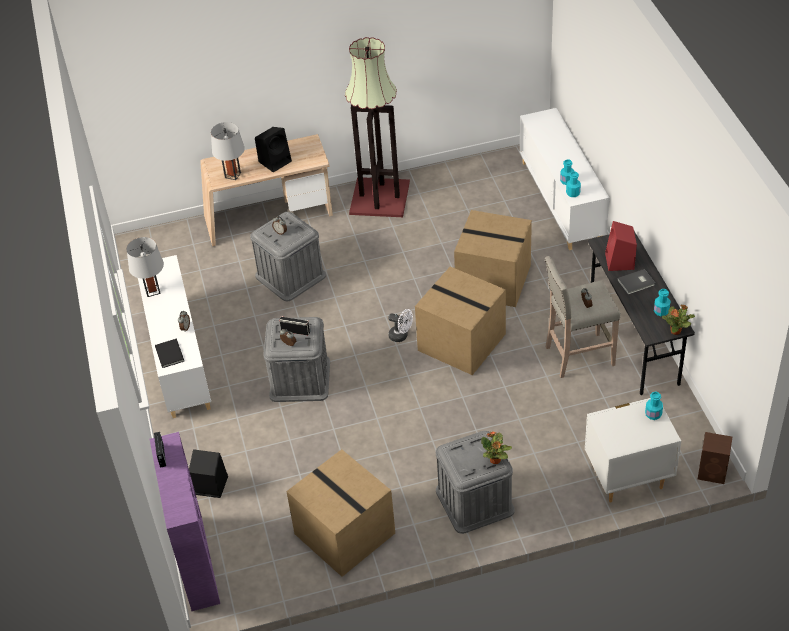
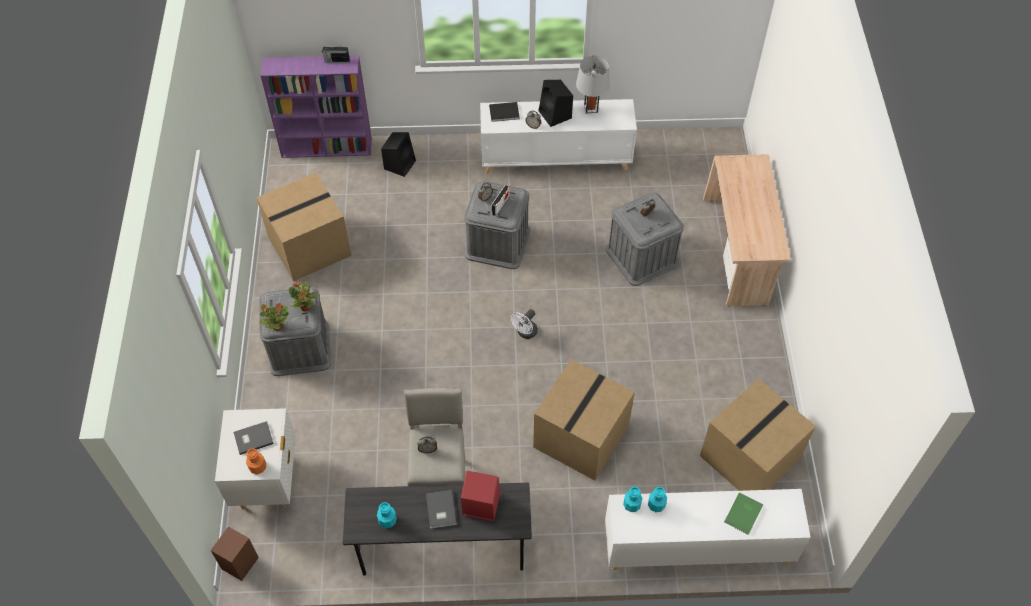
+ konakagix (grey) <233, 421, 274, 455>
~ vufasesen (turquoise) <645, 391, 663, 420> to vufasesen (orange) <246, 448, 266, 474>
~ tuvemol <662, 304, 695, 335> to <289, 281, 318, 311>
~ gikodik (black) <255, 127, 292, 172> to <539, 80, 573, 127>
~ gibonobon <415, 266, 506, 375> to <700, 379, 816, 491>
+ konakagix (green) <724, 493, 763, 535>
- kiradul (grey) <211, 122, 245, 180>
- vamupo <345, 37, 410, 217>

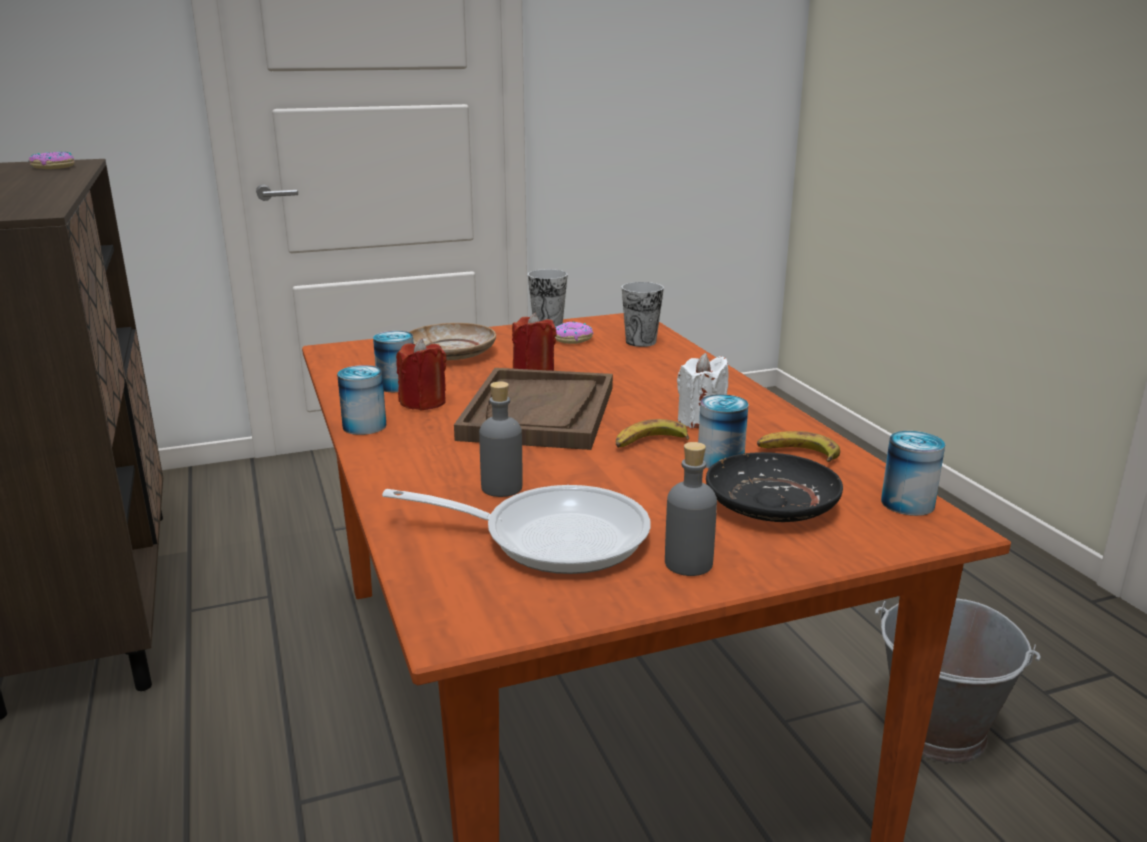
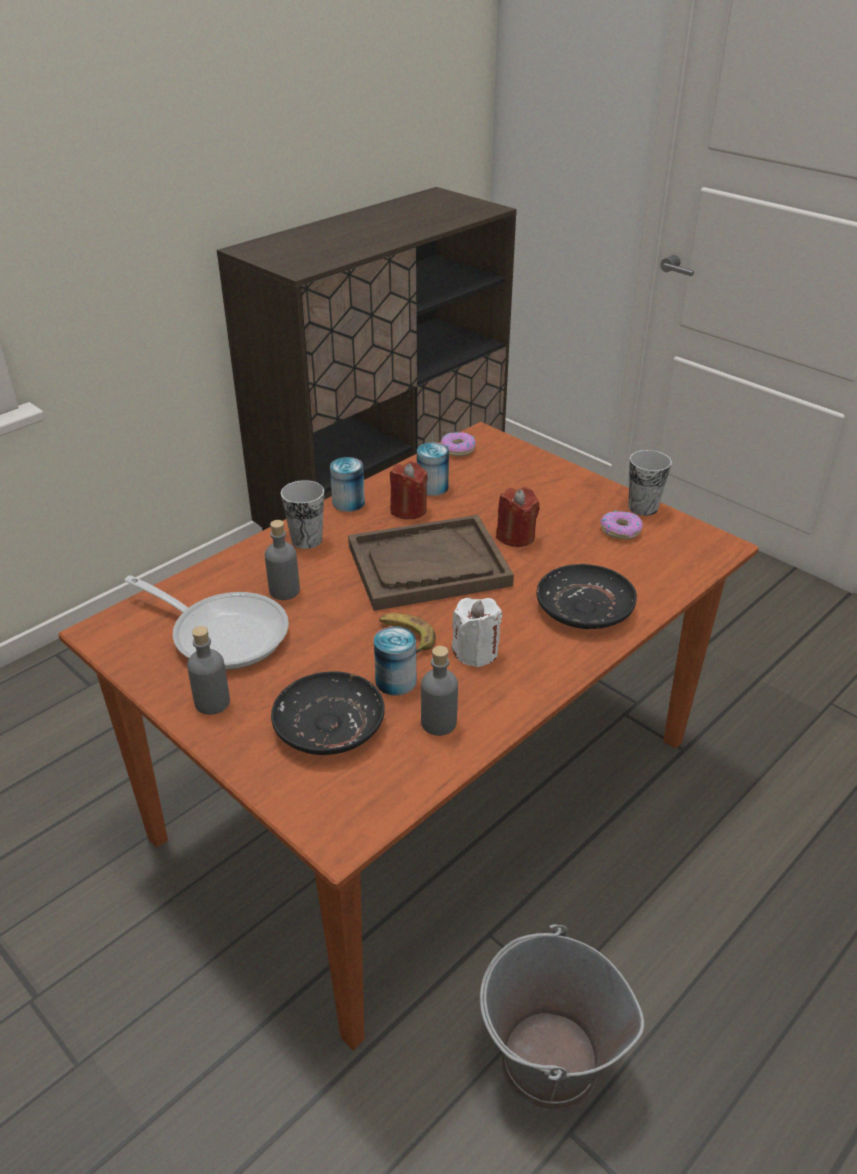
~ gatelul <382, 485, 650, 574> = <124, 575, 289, 670> 45 degrees counterclockwise
~ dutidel <622, 282, 664, 347> to <281, 480, 324, 549>
~ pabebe <757, 431, 840, 462> to vufasesen (grey) <421, 646, 458, 736>
~ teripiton <28, 152, 75, 169> to <441, 432, 476, 456>
+ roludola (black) <536, 564, 637, 629>
- roludola (beige) <409, 323, 496, 360>
- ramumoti <881, 431, 945, 516>

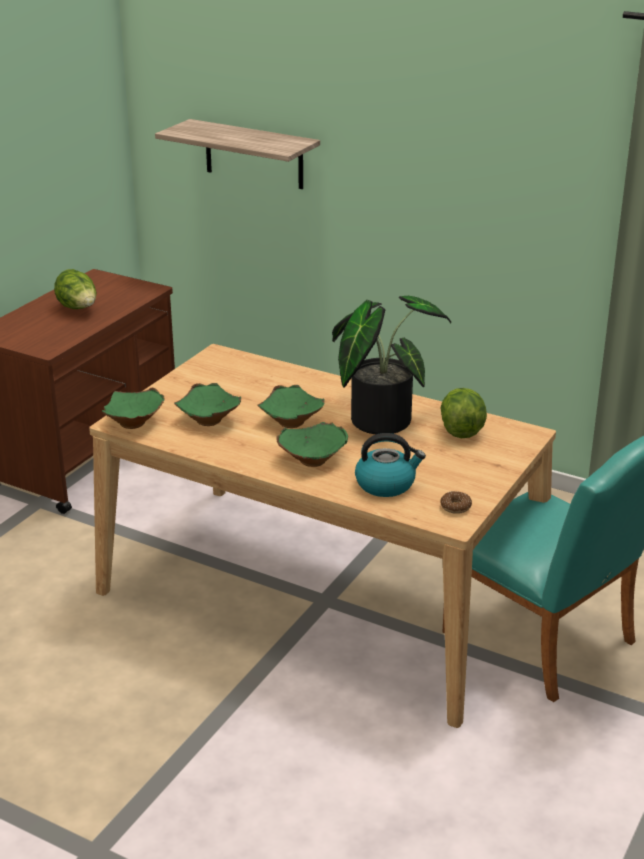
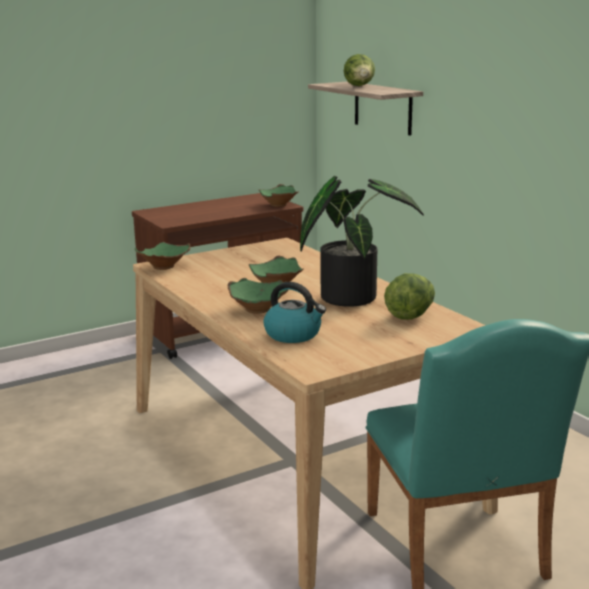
~ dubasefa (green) <174, 383, 241, 426> to <259, 184, 299, 207>
~ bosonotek <54, 269, 97, 309> to <344, 54, 375, 86>
- teripiton <440, 491, 472, 514>

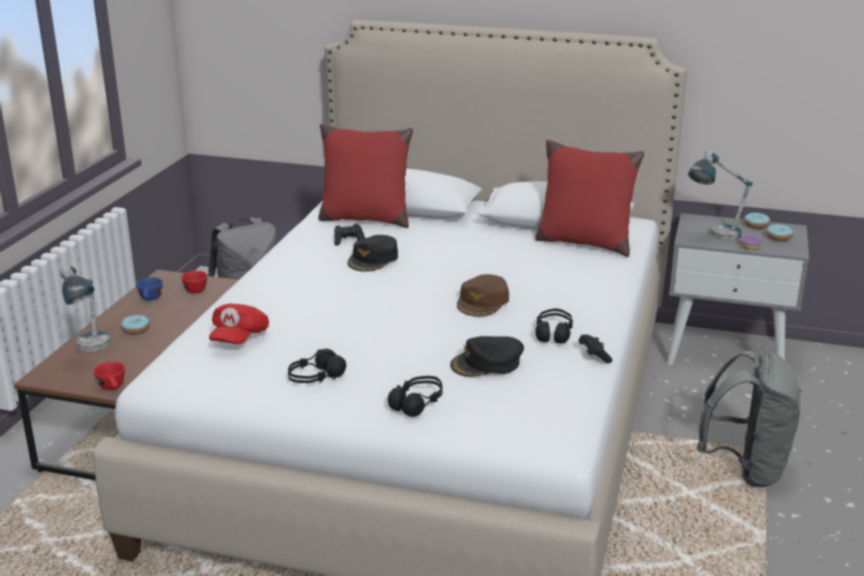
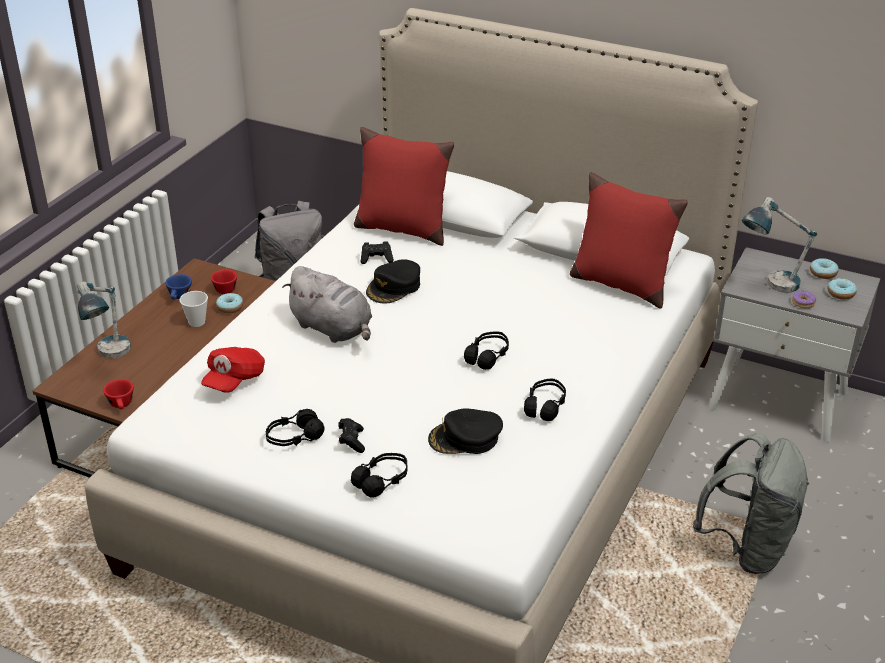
+ dutidel <179, 291, 208, 327>
~ teripiton <121, 315, 150, 334> to <216, 293, 243, 313>
+ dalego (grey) <283, 266, 372, 343>
~ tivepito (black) <579, 334, 613, 363> to <338, 418, 365, 453>
~ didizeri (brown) <457, 274, 509, 317> to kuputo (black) <464, 331, 509, 370>

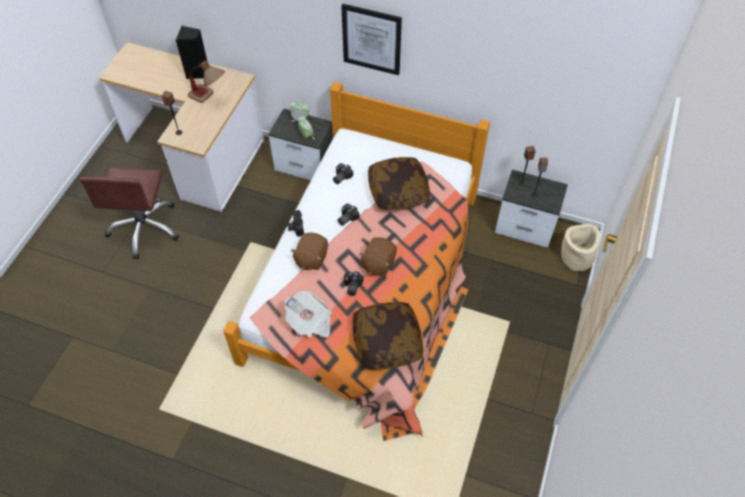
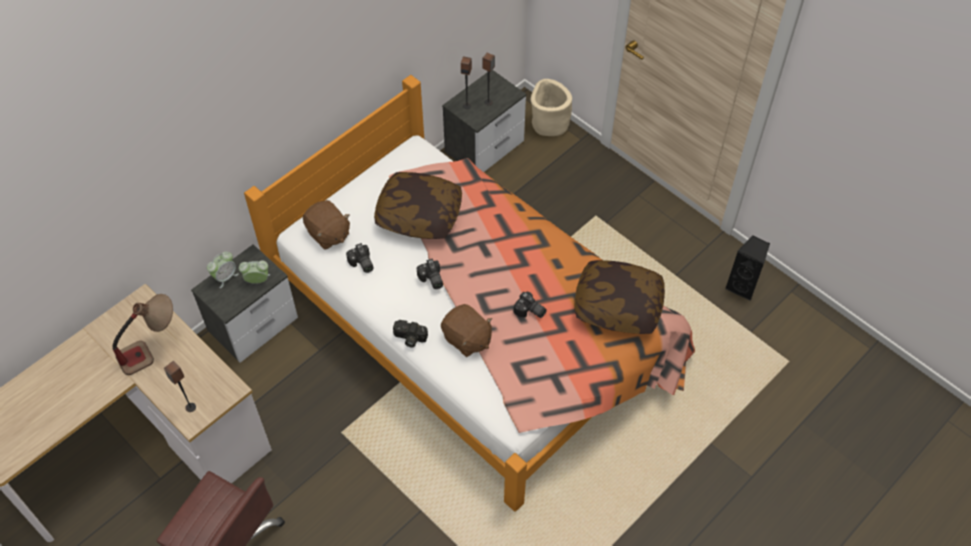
~ dalego (brown) <359, 237, 397, 276> to <303, 200, 350, 250>
~ gikodik (black) <176, 26, 207, 79> to <725, 235, 770, 301>
- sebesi <284, 291, 332, 337>
- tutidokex <341, 4, 402, 75>

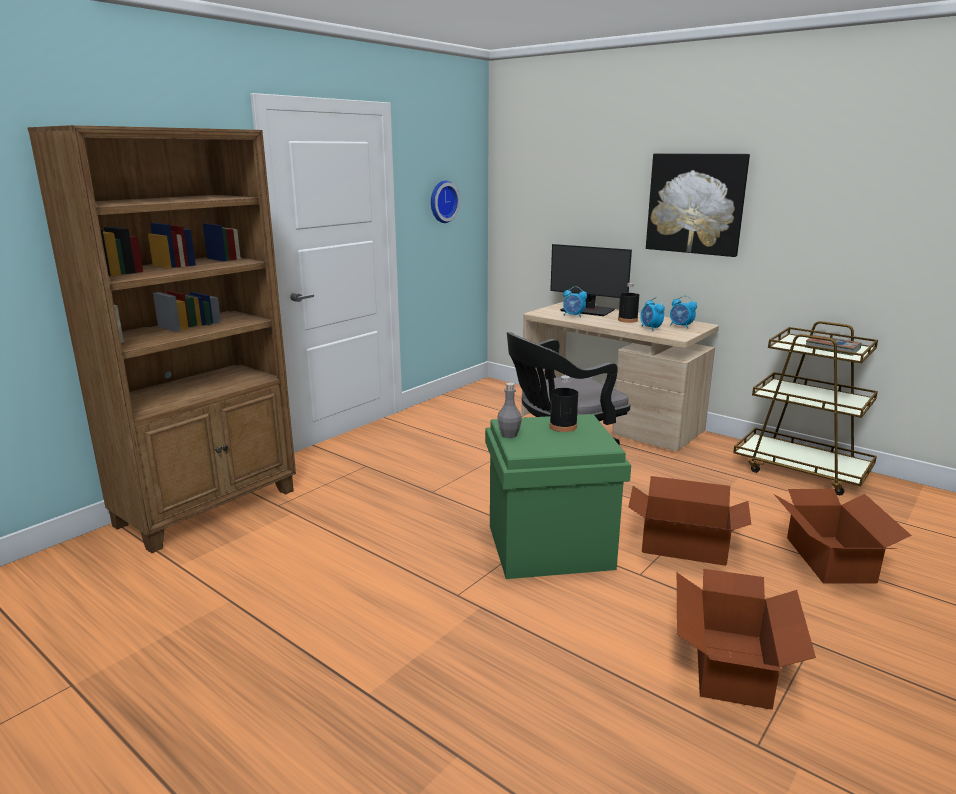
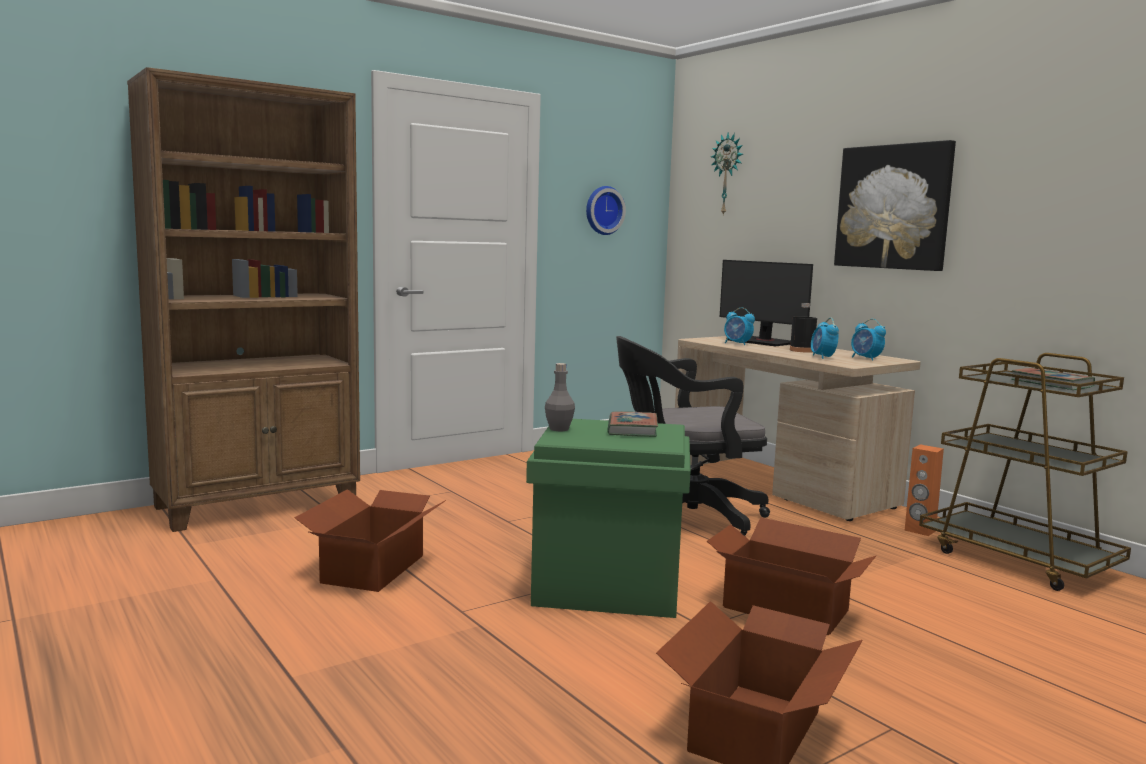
~ gibonobon <774, 489, 912, 584> to <294, 489, 446, 592>
~ vufasesen (black) <550, 375, 578, 432> to konakagix <607, 411, 658, 437>
+ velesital <711, 132, 743, 215>
+ gikodik (orange) <905, 444, 944, 536>

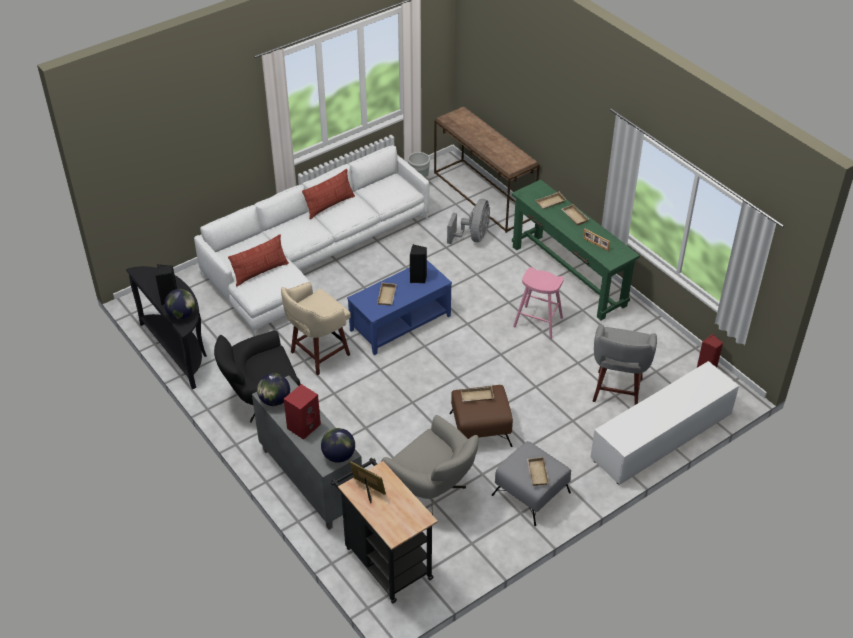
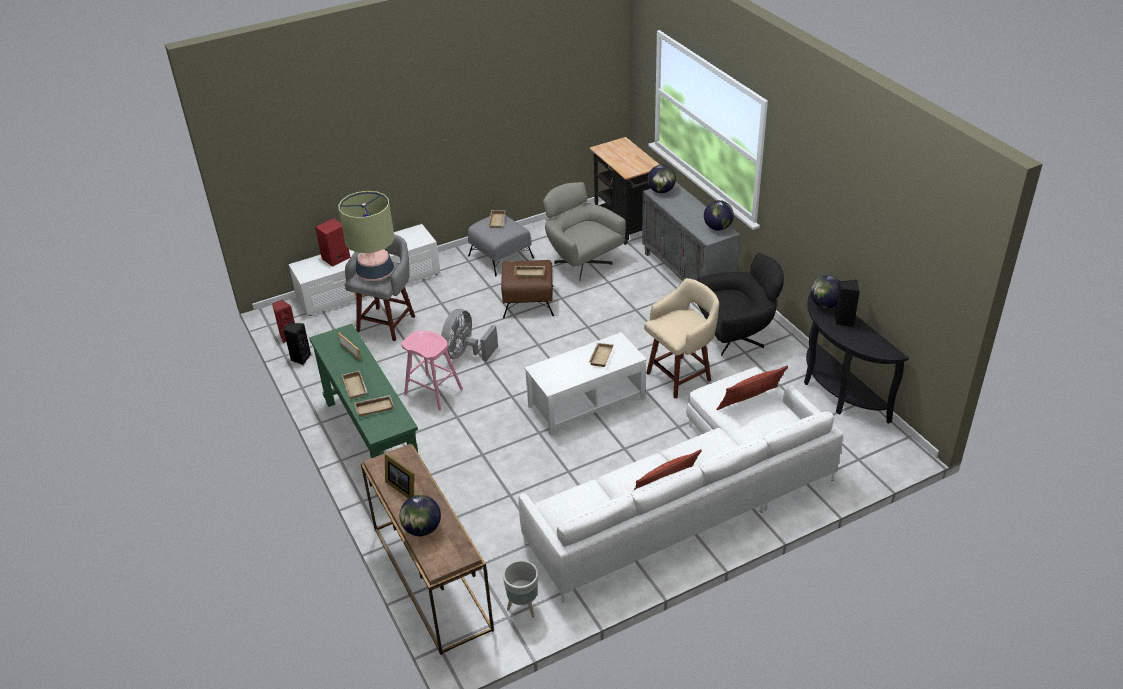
~ gikodik (black) <410, 244, 427, 283> to <283, 323, 311, 365>
~ gikodik (red) <284, 384, 321, 440> to <315, 218, 350, 267>
+ kiradul <339, 191, 395, 281>
~ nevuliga <350, 461, 386, 503> to <385, 454, 415, 499>
+ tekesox <400, 495, 441, 536>
~ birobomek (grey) <447, 199, 490, 244> to <441, 309, 498, 361>
~ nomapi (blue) <347, 260, 452, 355> to nomapi (white) <525, 332, 647, 436>

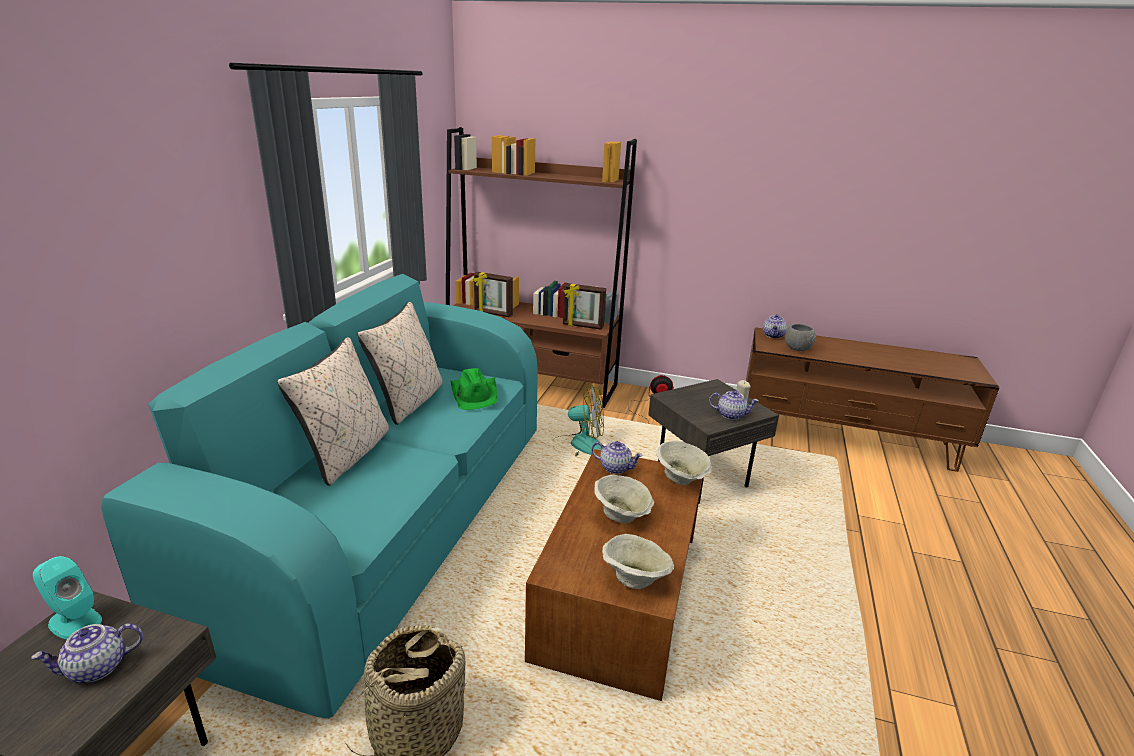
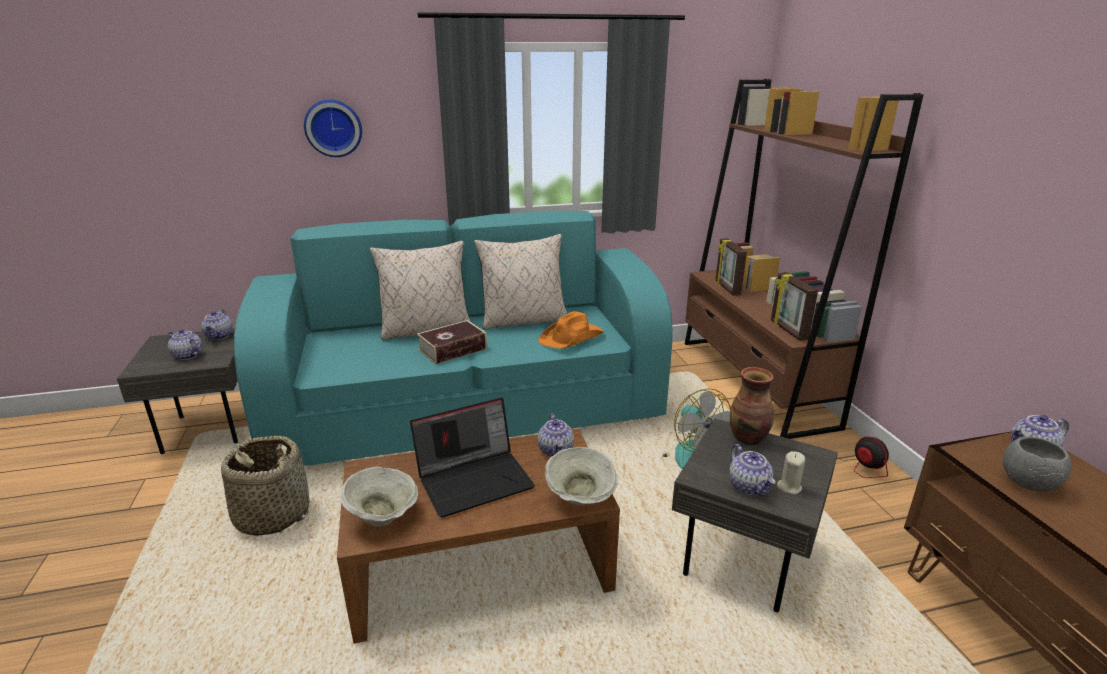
~ gikodik (turquoise) <33, 556, 102, 639> to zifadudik <201, 309, 233, 340>
+ velesital <304, 99, 362, 157>
~ dubasefa (beige) <594, 475, 654, 524> to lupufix <410, 398, 535, 518>
+ konakagix <417, 320, 487, 364>
~ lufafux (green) <451, 368, 498, 410> to lufafux (orange) <538, 311, 604, 349>
+ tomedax <730, 367, 774, 445>

